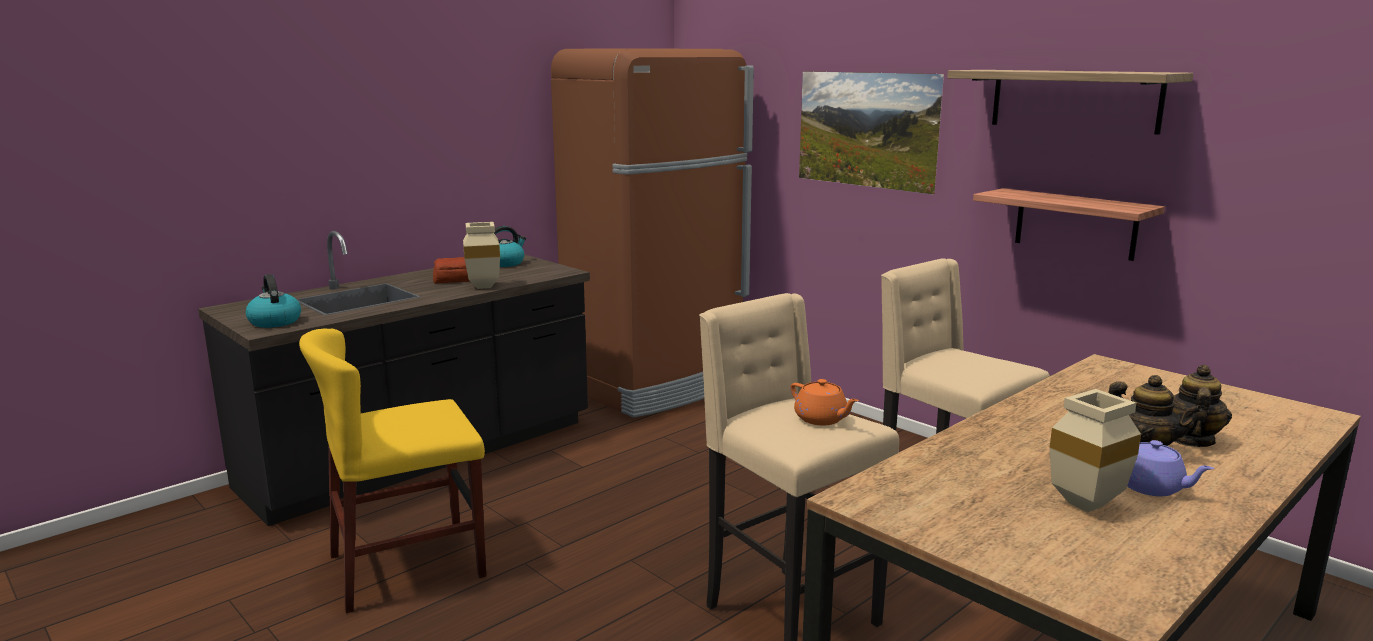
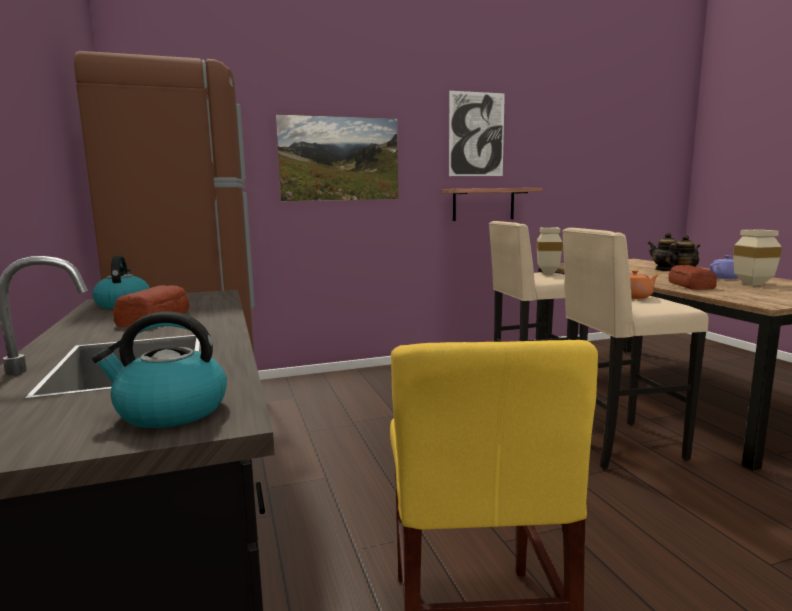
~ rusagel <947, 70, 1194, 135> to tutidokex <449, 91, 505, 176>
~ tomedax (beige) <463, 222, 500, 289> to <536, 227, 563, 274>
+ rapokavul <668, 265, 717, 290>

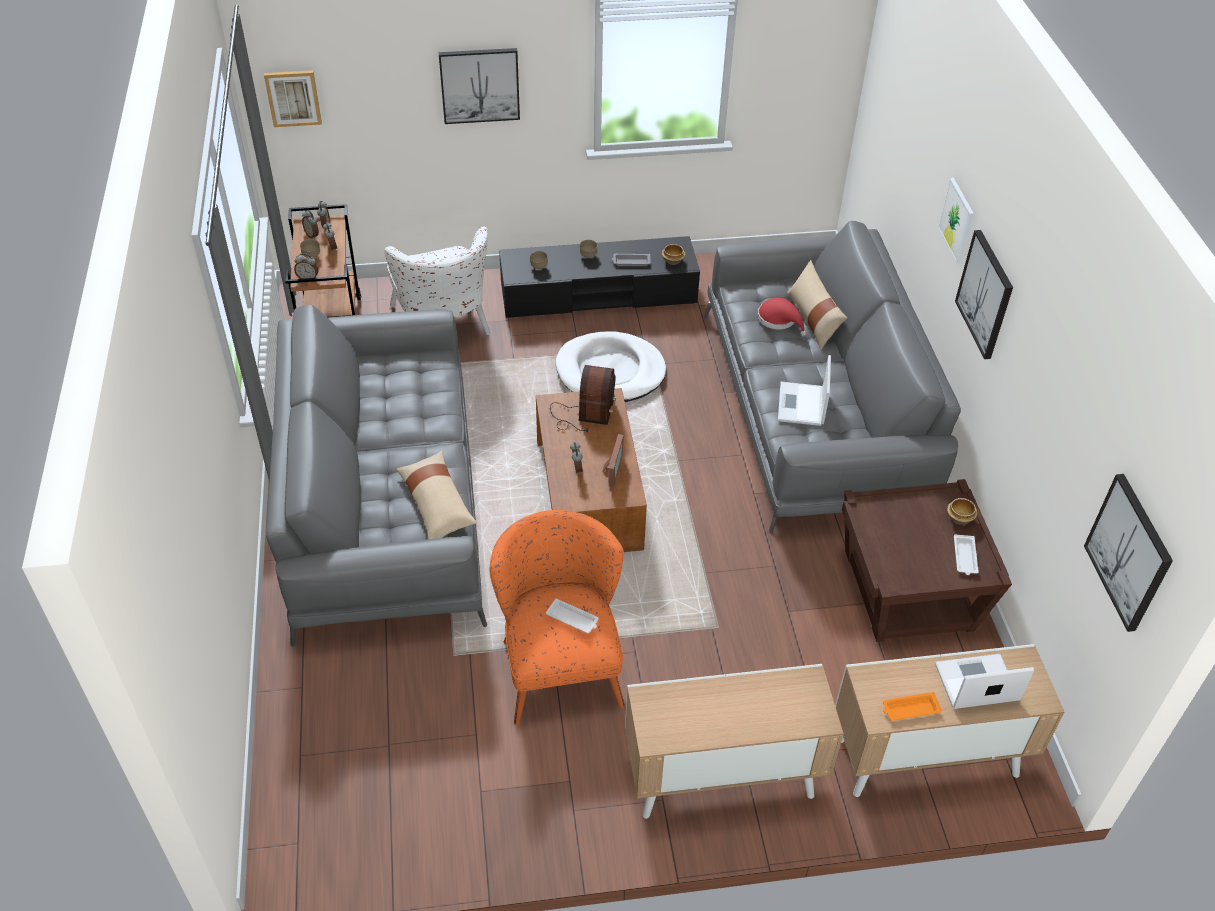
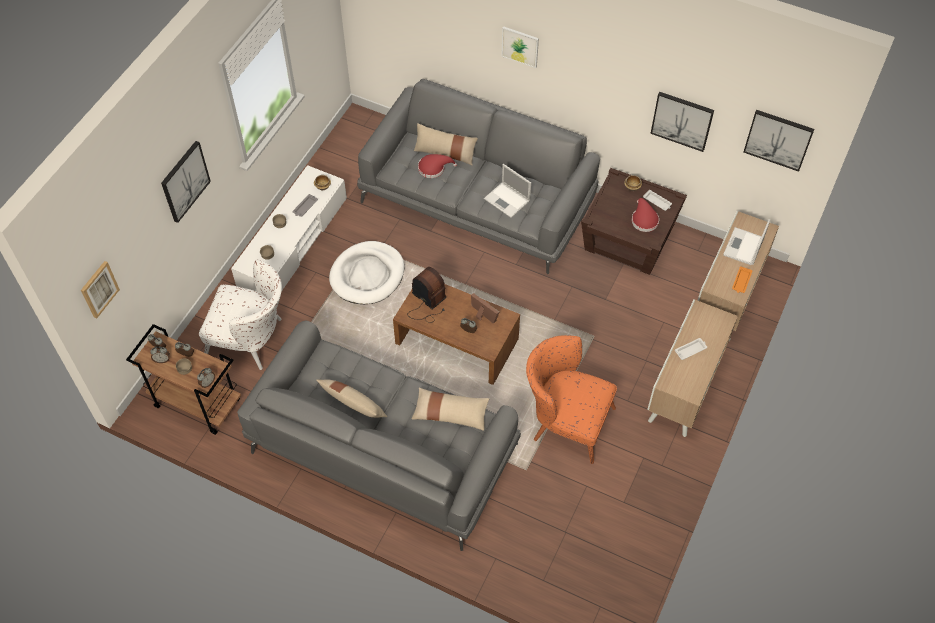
~ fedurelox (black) <499, 236, 700, 318> to fedurelox (white) <231, 165, 347, 292>
+ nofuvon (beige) <316, 379, 387, 418>
+ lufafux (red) <632, 198, 659, 232>
~ tutidokex <955, 230, 1013, 359> to <650, 92, 714, 152>
~ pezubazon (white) <546, 598, 599, 633> to <675, 338, 707, 360>

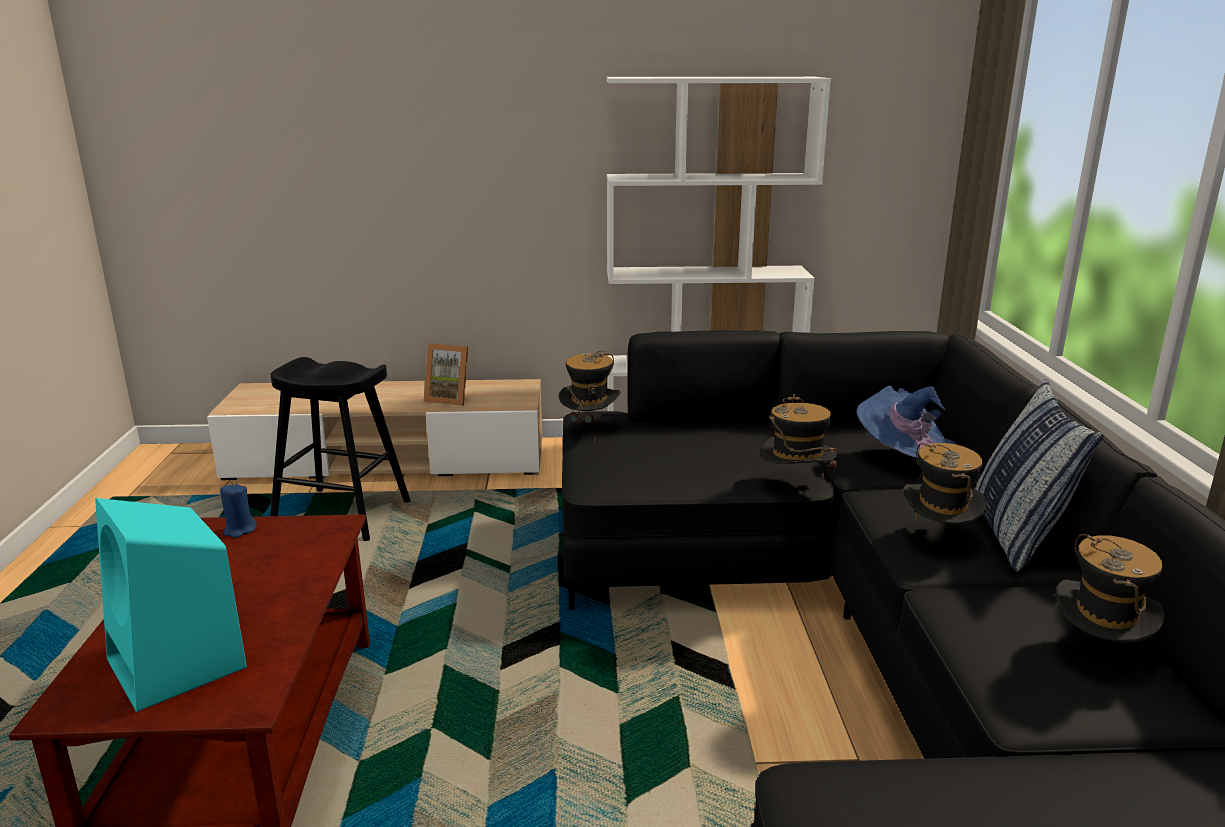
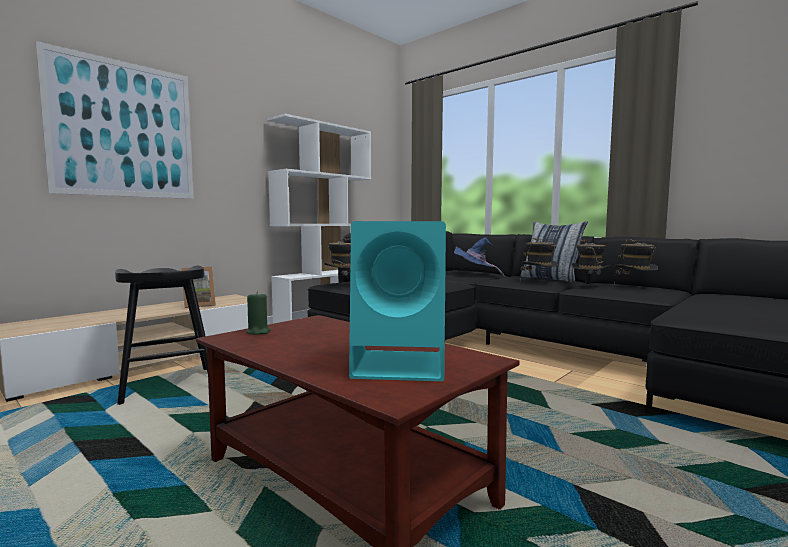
+ tutidokex <35, 41, 194, 199>
~ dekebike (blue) <220, 484, 257, 538> to dekebike (green) <246, 291, 271, 335>
~ lufafux <760, 393, 838, 478> to <571, 239, 610, 275>

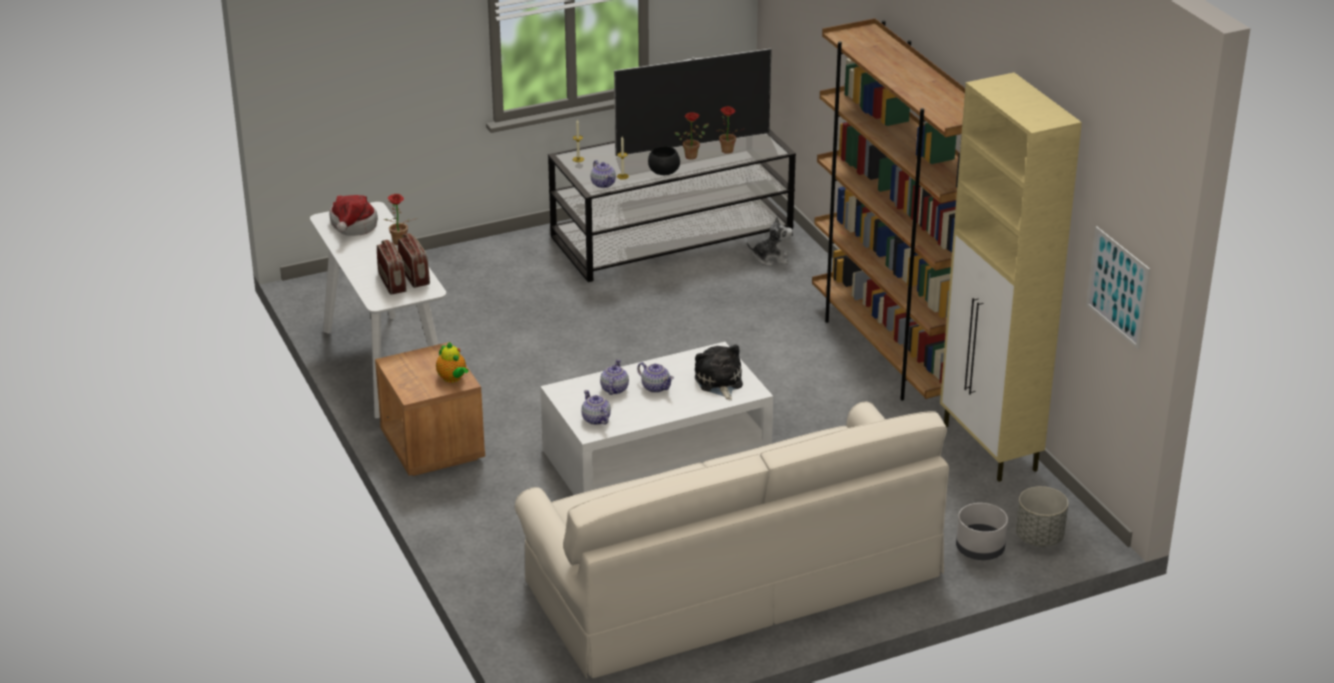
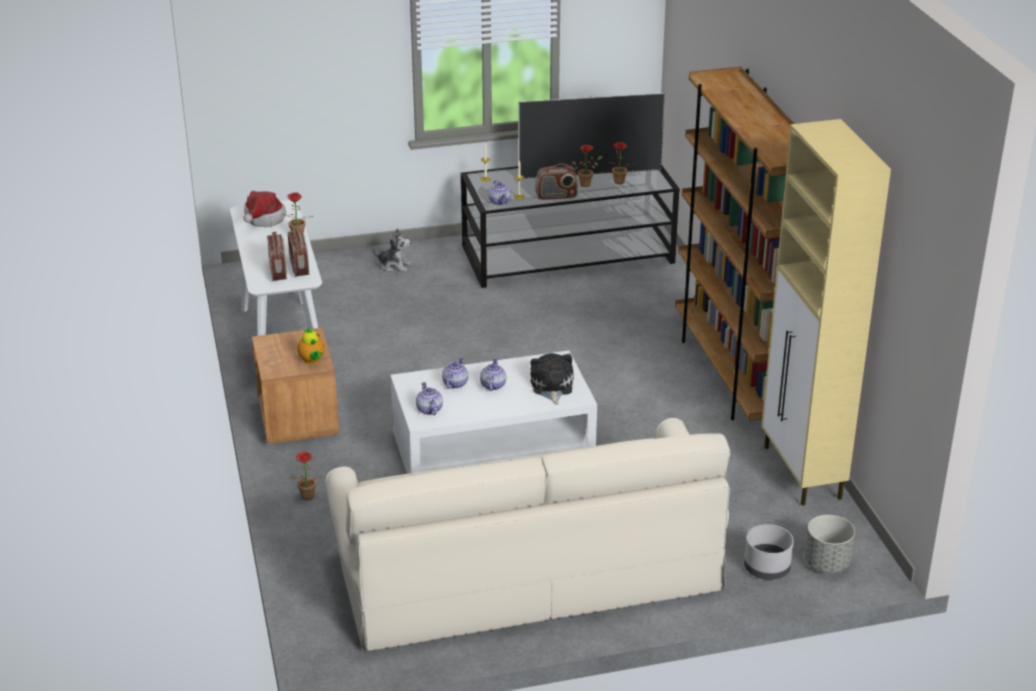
+ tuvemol <291, 451, 324, 500>
~ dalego <747, 216, 793, 266> to <373, 228, 411, 272>
~ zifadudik <637, 362, 674, 393> = <480, 358, 506, 391> 135 degrees counterclockwise
~ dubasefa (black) <648, 146, 680, 175> to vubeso <535, 163, 578, 200>
- tutidokex <1086, 226, 1150, 349>

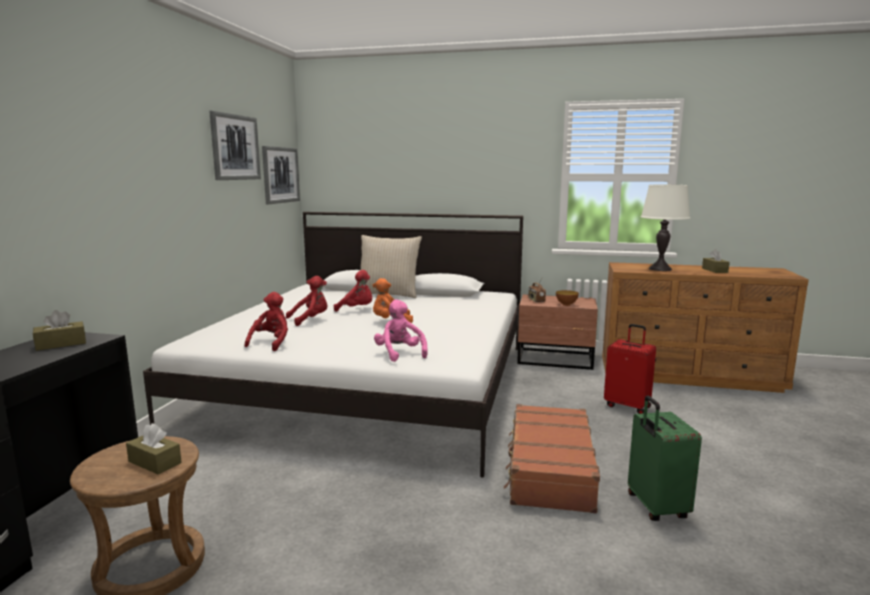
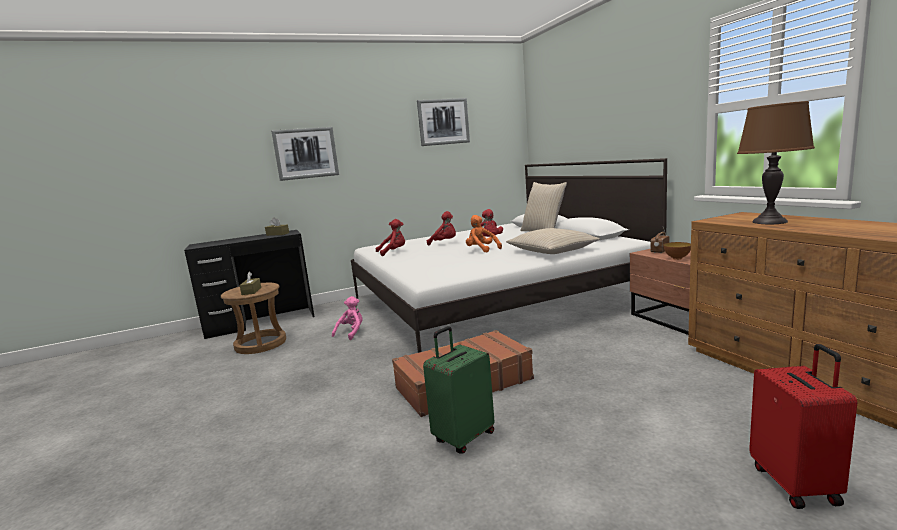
~ tutidokex <262, 146, 300, 204> to <271, 127, 339, 181>
~ dalego (pink) <374, 299, 428, 362> to <332, 296, 363, 340>
+ nofuvon (beige) <506, 228, 600, 254>
~ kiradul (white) <641, 185, 690, 271> to kiradul (brown) <737, 101, 815, 224>
~ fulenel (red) <604, 324, 656, 414> to <749, 344, 857, 509>
- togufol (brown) <702, 249, 730, 273>

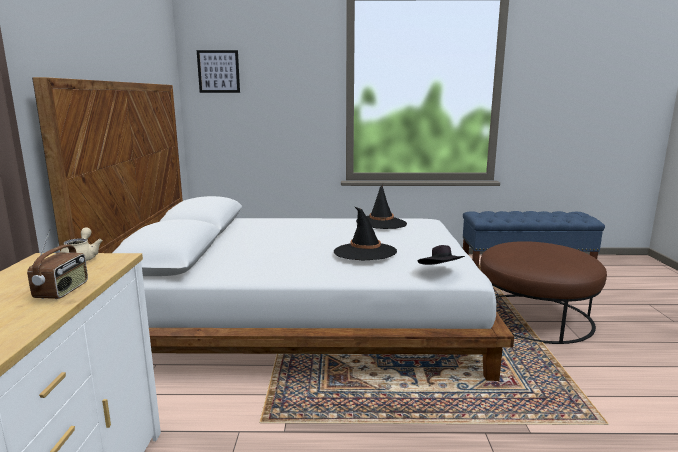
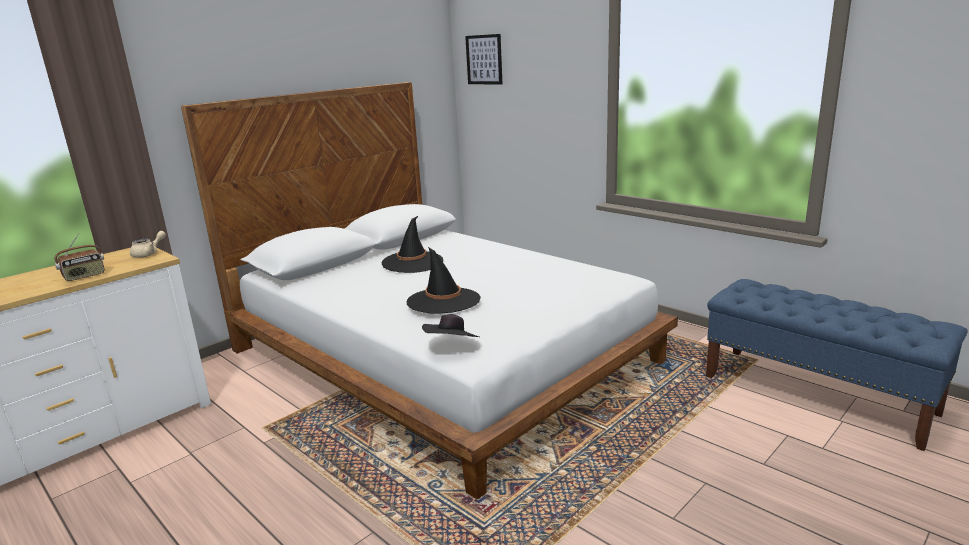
~ lufafux (black) <356, 185, 407, 229> to <382, 216, 443, 273>
- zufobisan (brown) <480, 241, 607, 344>

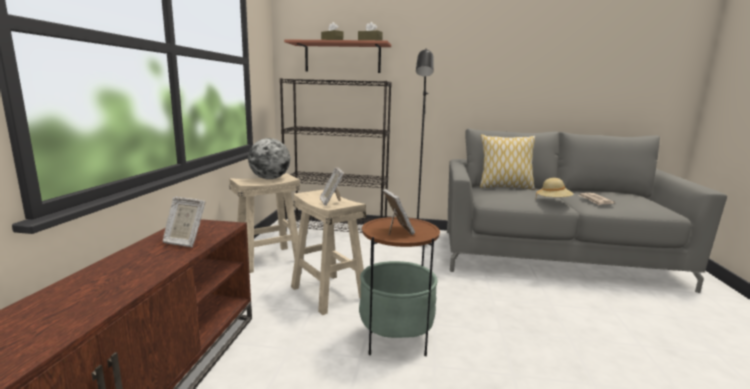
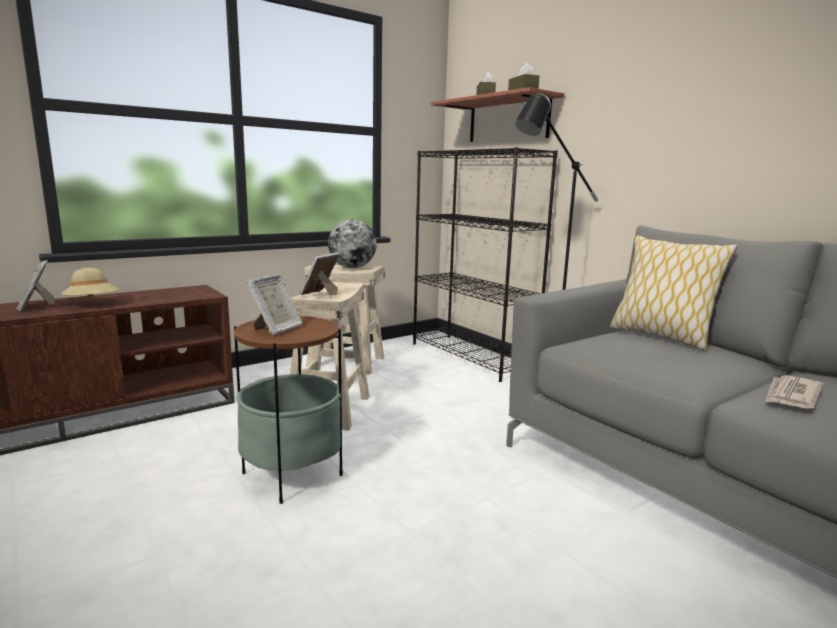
~ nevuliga <162, 197, 206, 247> to <16, 260, 55, 311>
~ lufafux (beige) <536, 178, 573, 197> to <60, 268, 120, 299>

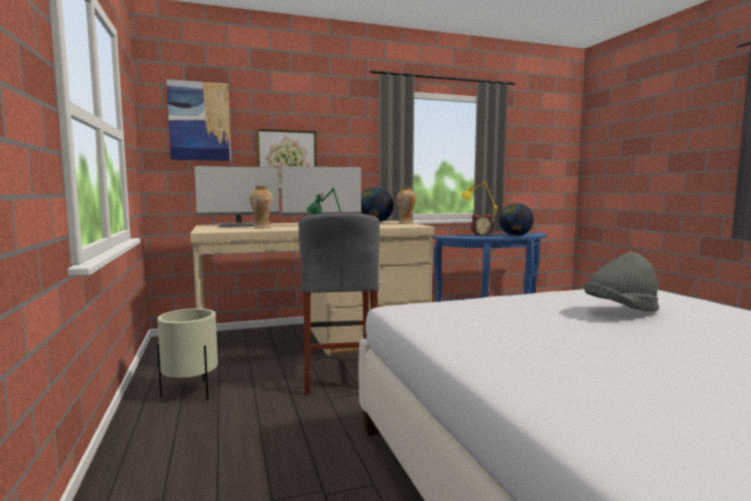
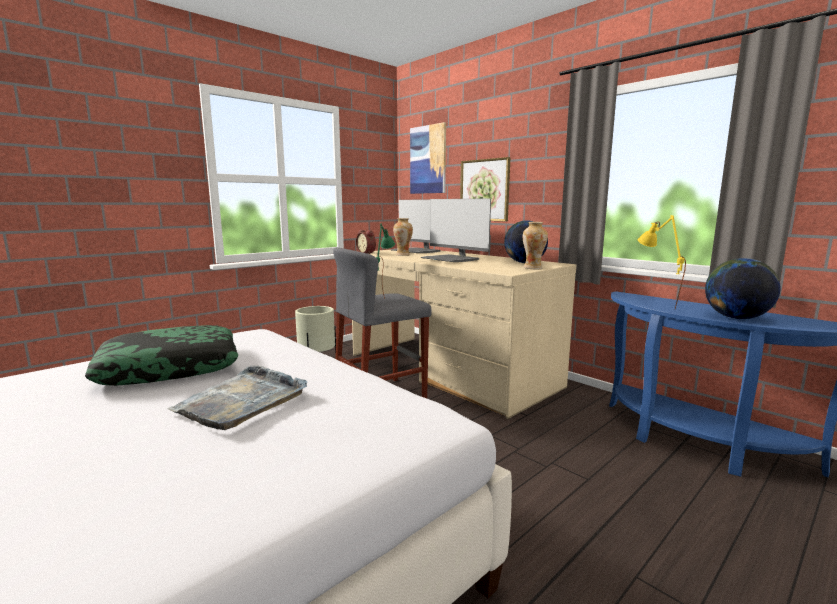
+ nofuvon <85, 325, 238, 386>
~ lufafux (grey) <584, 252, 659, 312> to pezubazon (grey) <167, 365, 307, 430>
~ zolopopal <471, 214, 493, 236> to <356, 229, 376, 254>

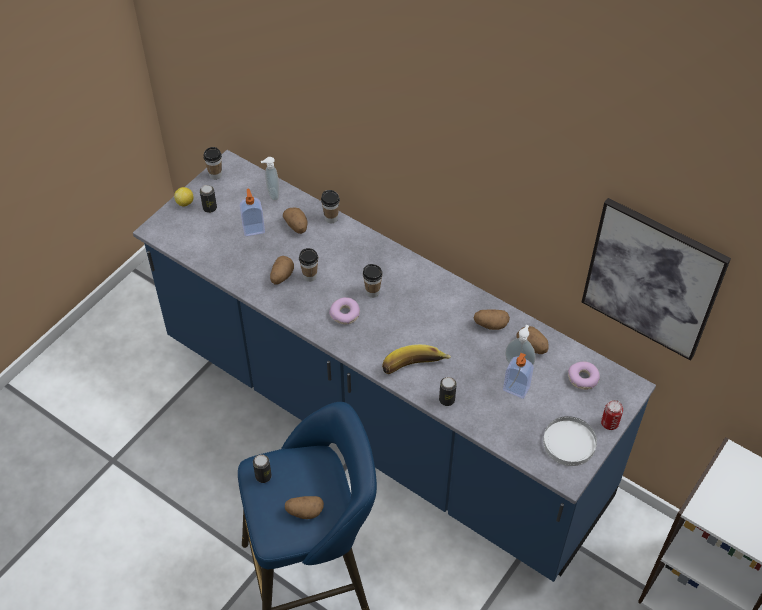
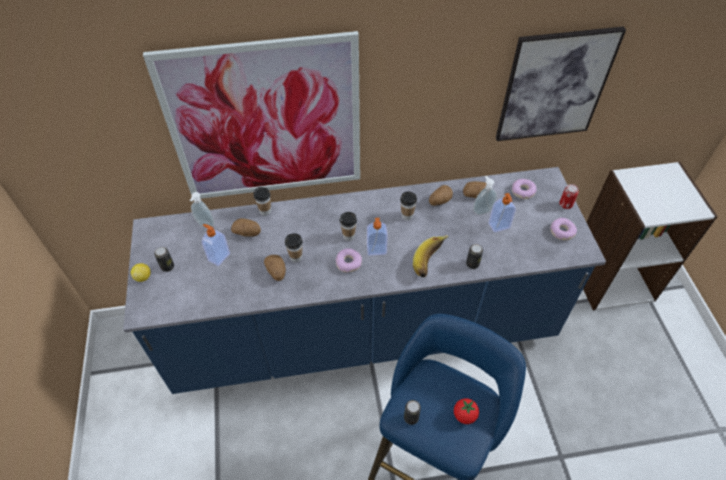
+ tutidokex <143, 31, 360, 199>
+ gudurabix <367, 218, 388, 256>
~ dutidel <203, 147, 222, 180> to <400, 191, 417, 220>
~ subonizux <285, 496, 324, 519> to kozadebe <454, 398, 479, 424>
~ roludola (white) <543, 416, 597, 466> to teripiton <550, 218, 577, 240>

